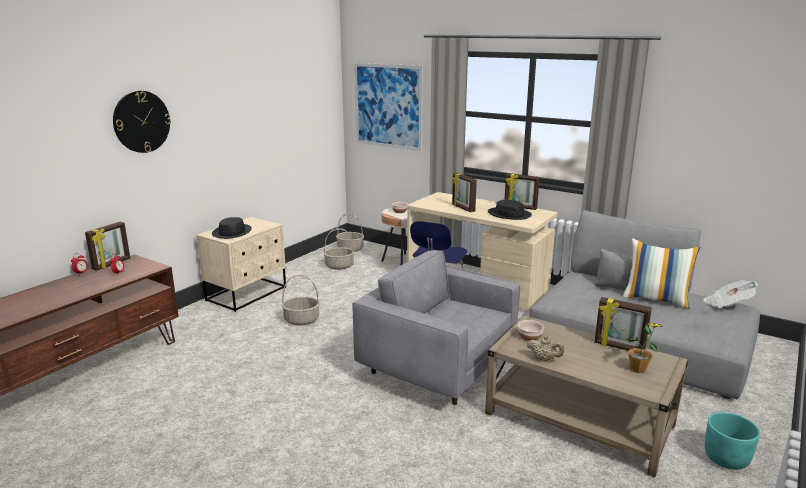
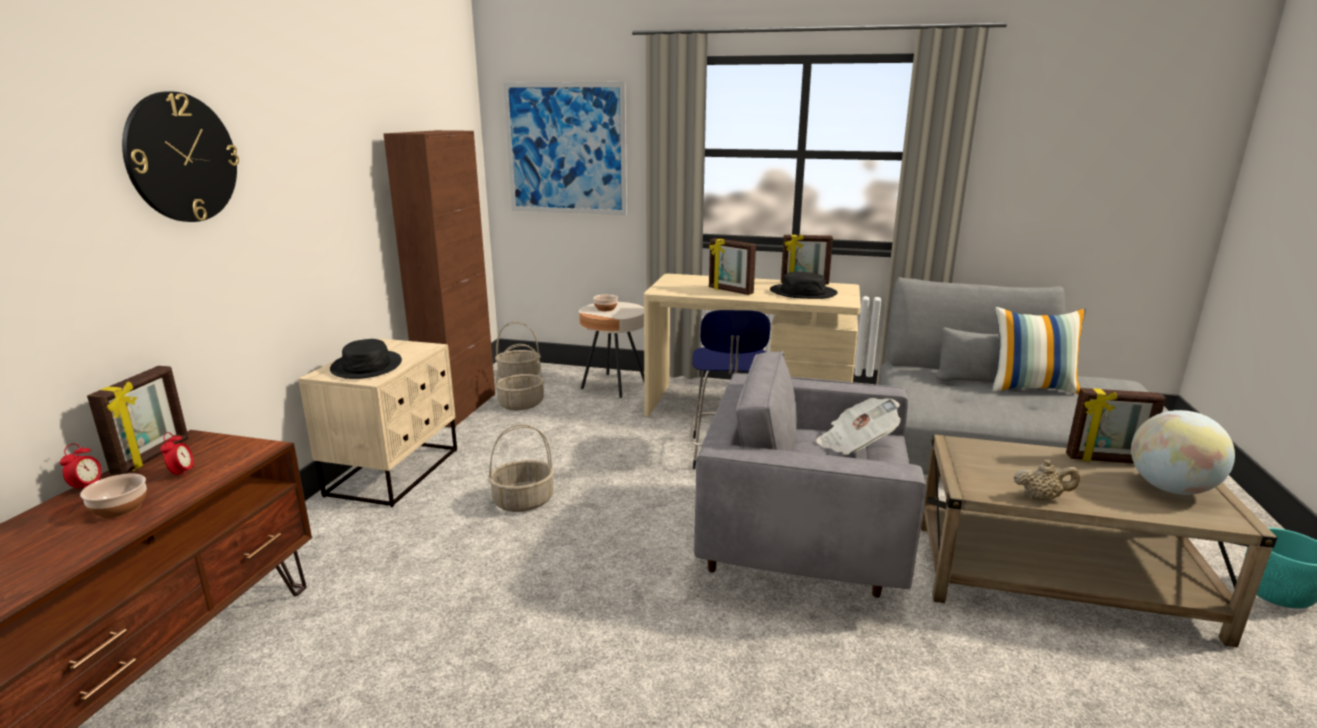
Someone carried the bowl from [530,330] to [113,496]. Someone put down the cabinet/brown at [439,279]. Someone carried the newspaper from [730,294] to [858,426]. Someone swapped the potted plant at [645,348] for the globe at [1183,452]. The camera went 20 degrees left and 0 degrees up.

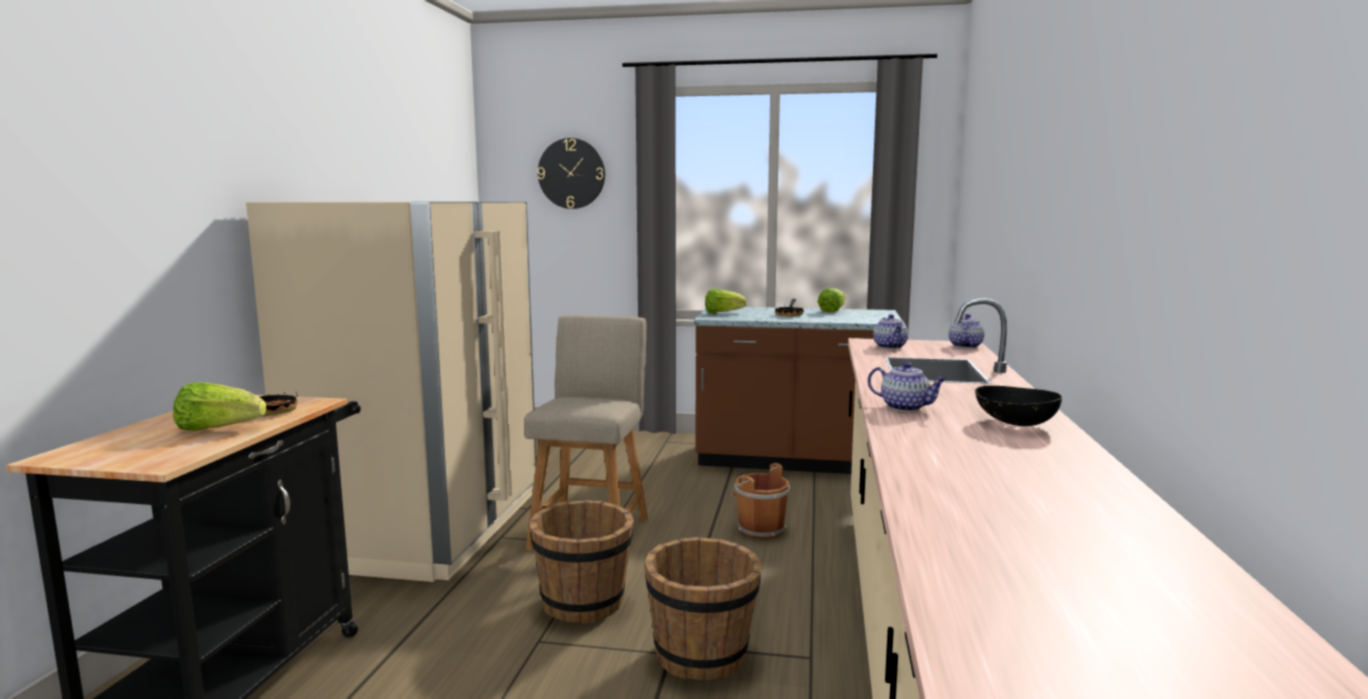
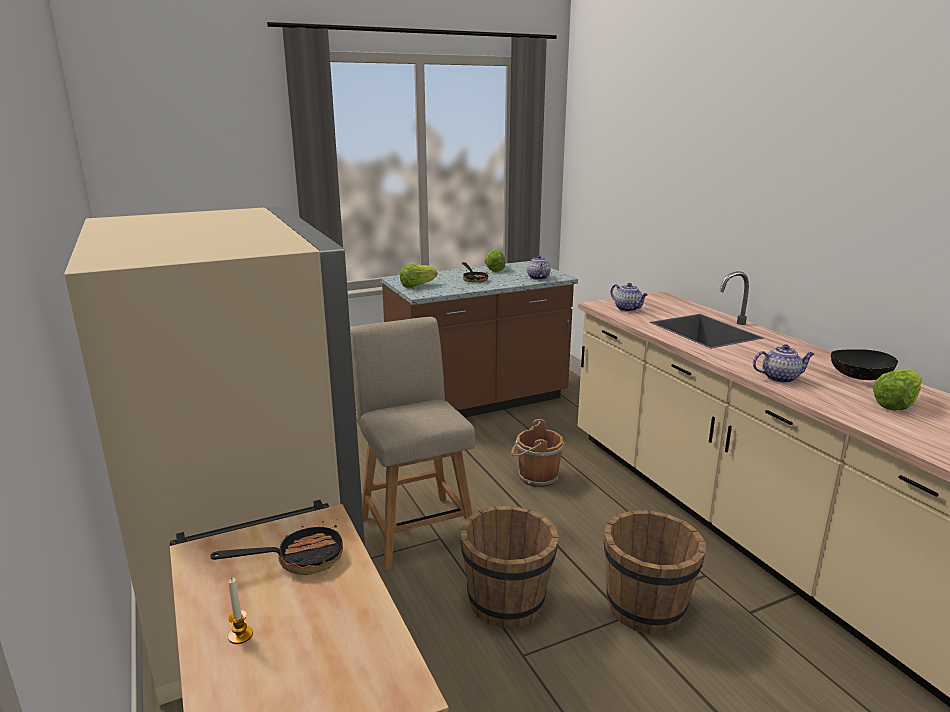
Someone put down the candle at [240,611]. Someone carried the teapot from [967,331] to [539,267]. Someone carried the lettuce from [219,406] to [897,390]. Someone took away the wall clock at [571,173]. The camera went 35 degrees left and 10 degrees up.

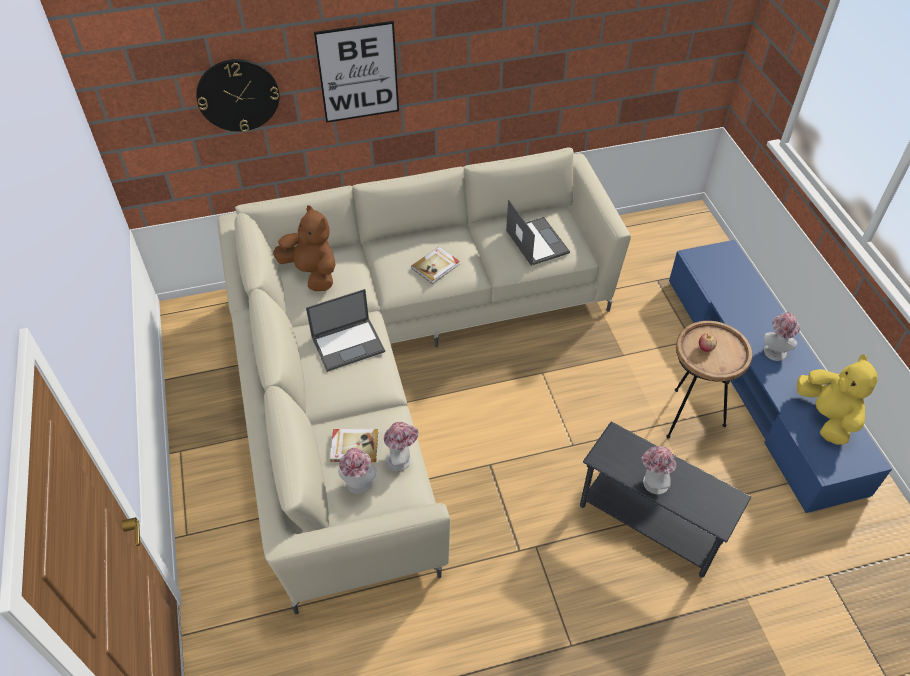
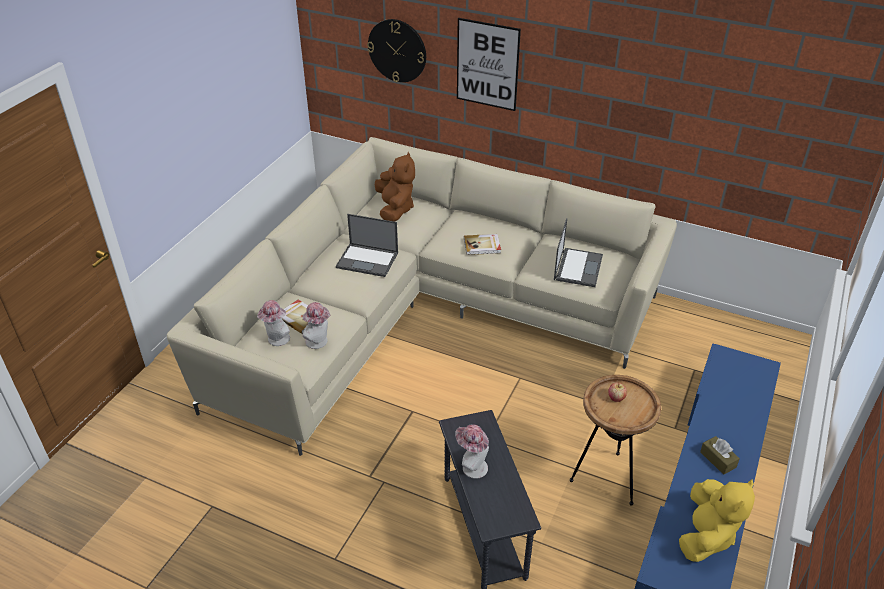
Someone swapped the hat at [782,336] for the tissue box/brown at [720,455]. The camera went 40 degrees right and 10 degrees down.

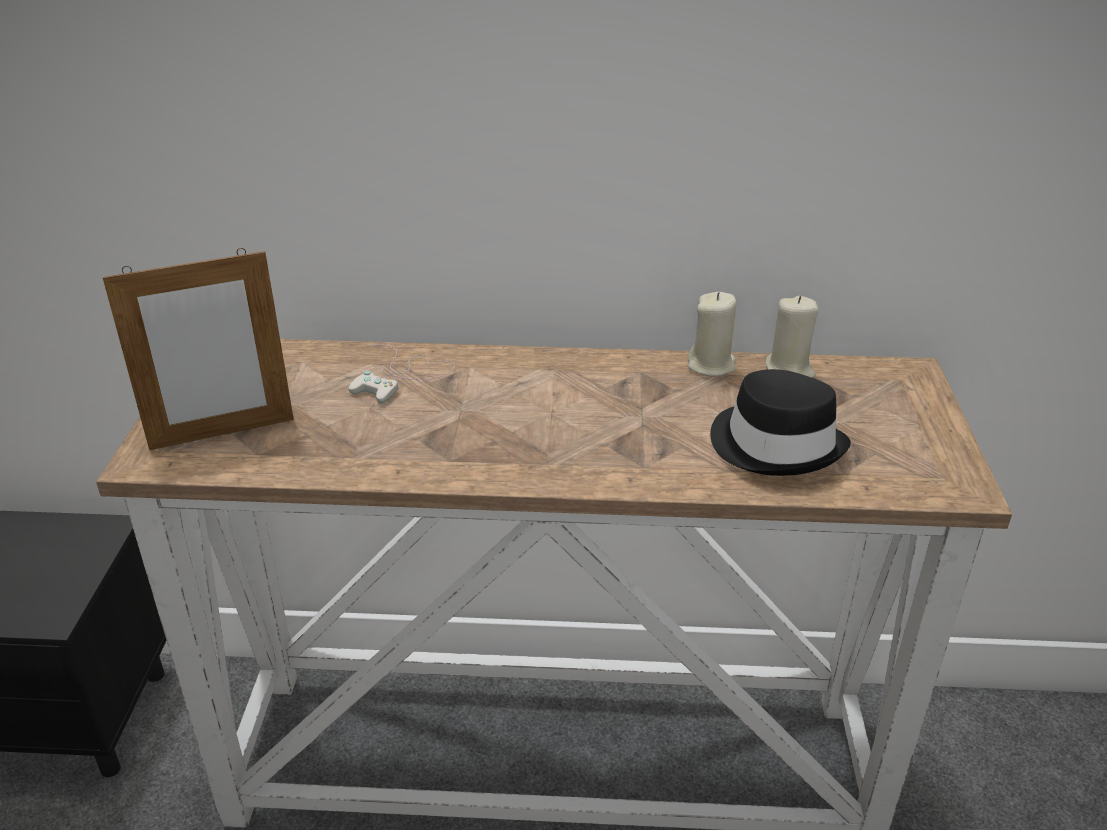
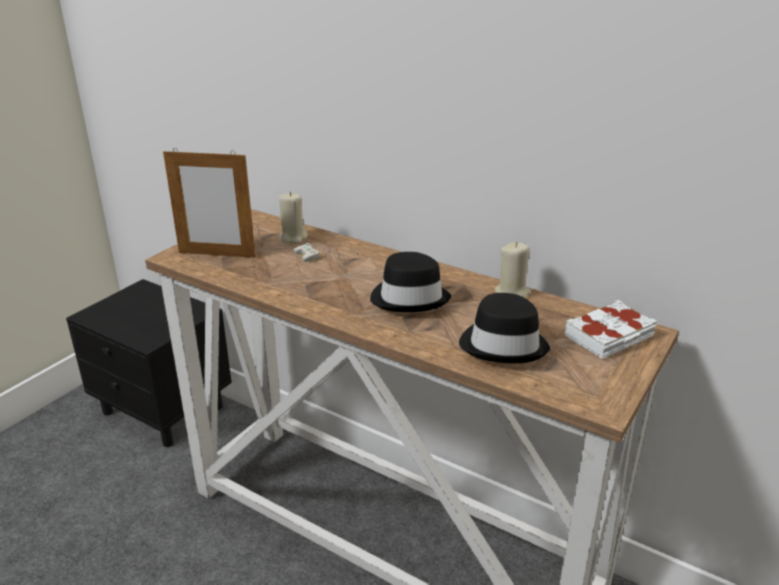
Someone carried the candle/beige from [792,337] to [293,218]. Someone put down the hat/black at [410,282]. Someone put down the book/white at [611,329]. The camera went 30 degrees right and 5 degrees down.

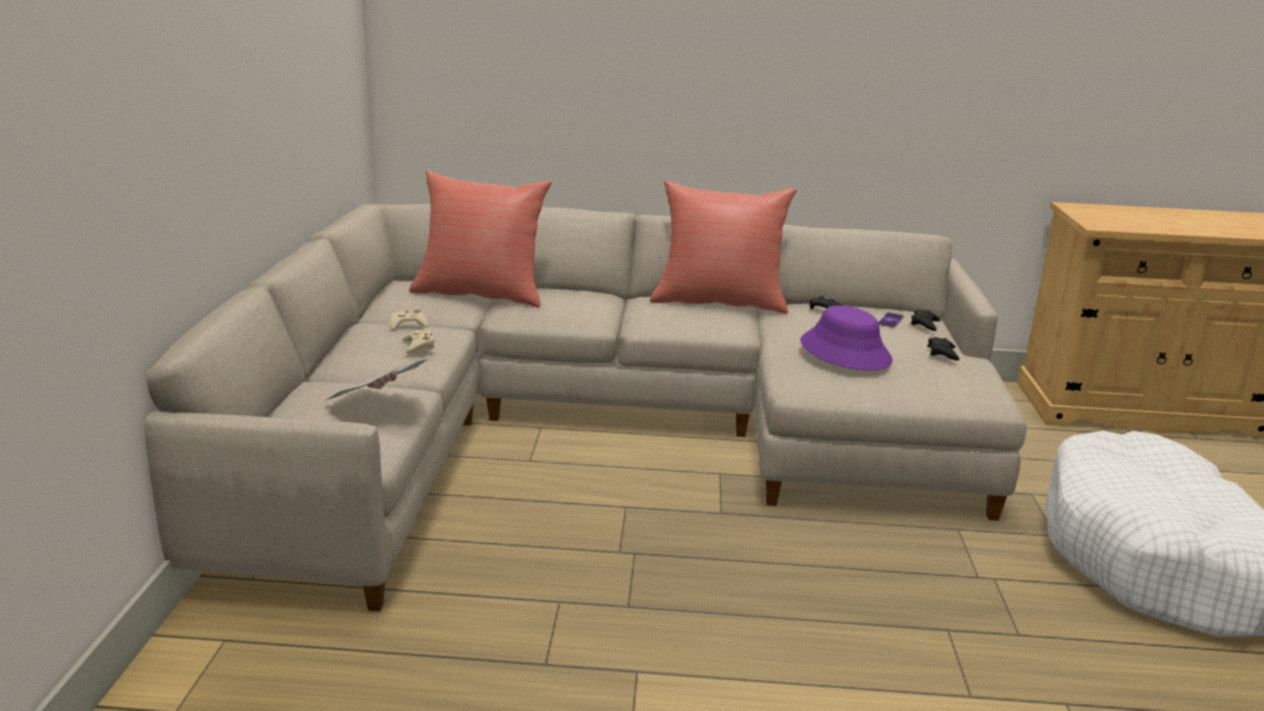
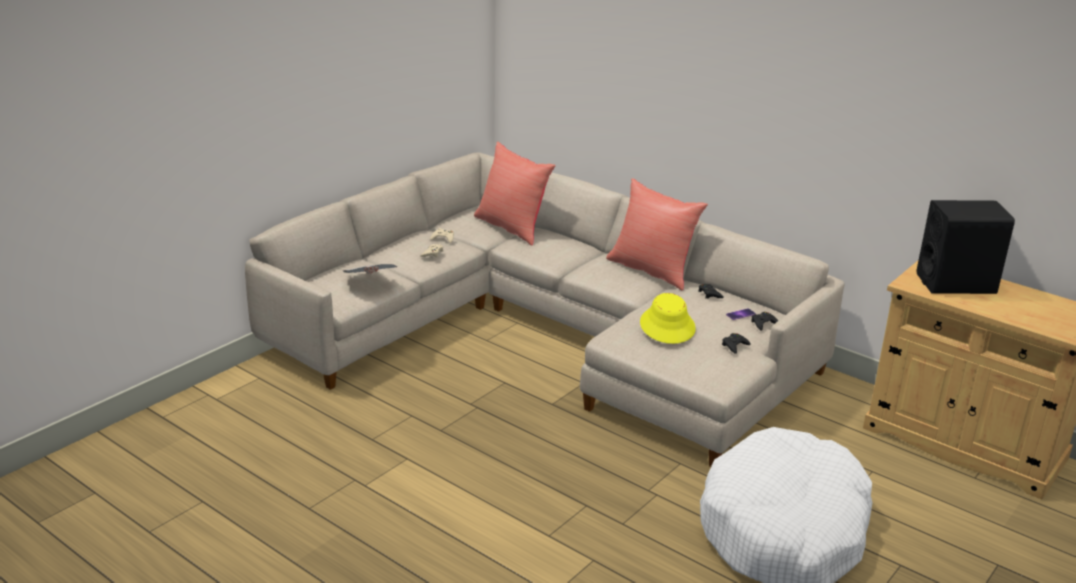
Someone repainted the hat/purple at [846,337], which became the hat/yellow at [668,318]. Someone put down the speaker/black at [965,247]. The camera went 35 degrees right and 5 degrees up.

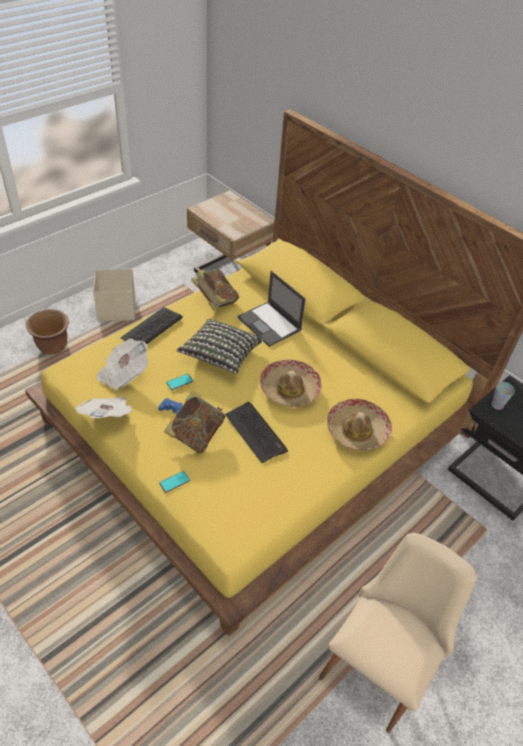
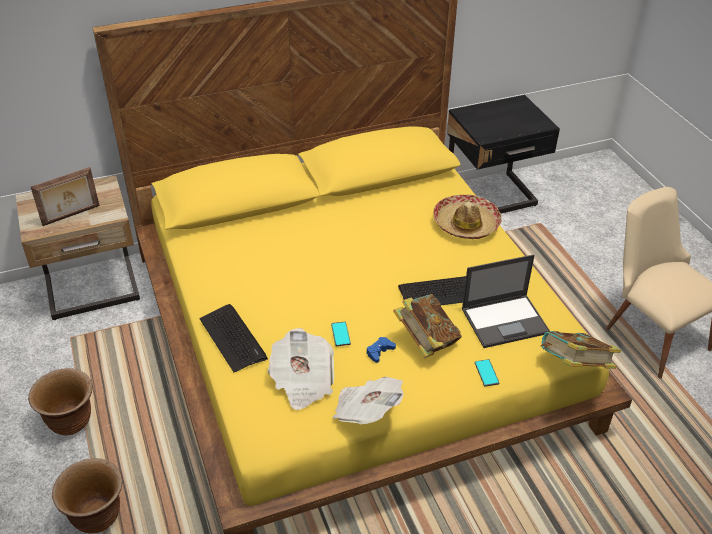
Someone swapped the storage box/beige at [114,295] for the planter/brown at [60,401]. Someone put down the picture frame at [65,196]. Someone carried the laptop from [272,309] to [506,301]. Someone carried the book from [215,290] to [581,350]. Someone took away the pillow at [220,346]. Someone took away the hat at [291,383]. Someone took away the cup at [503,396]. The camera went 65 degrees left and 5 degrees down.

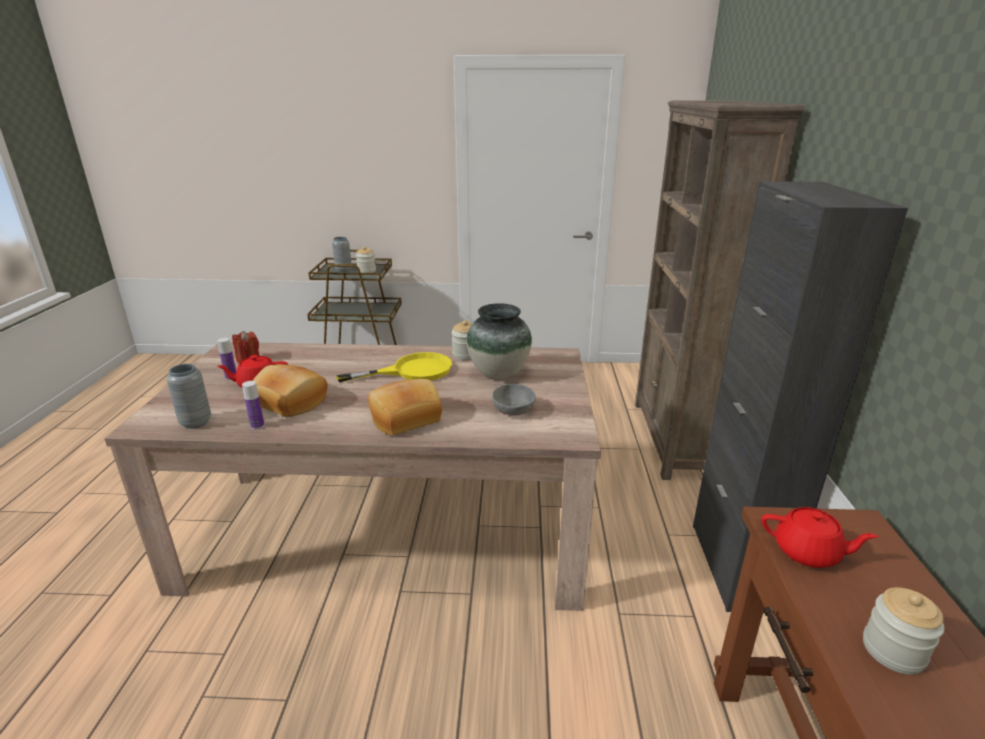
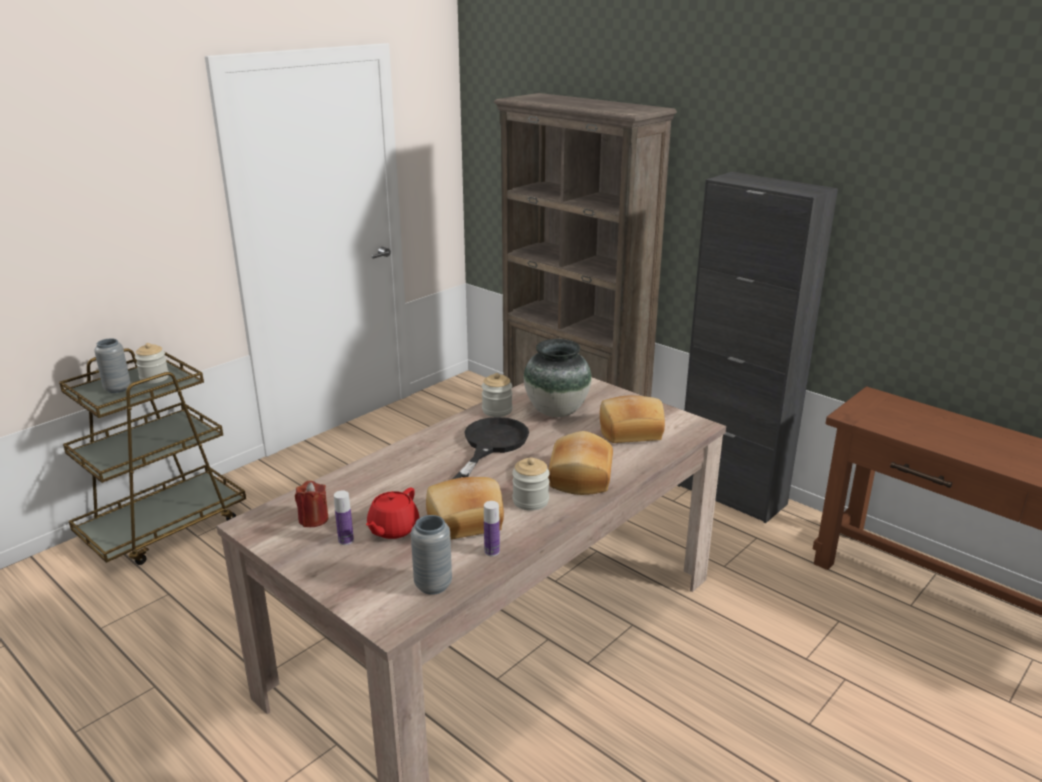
Someone repainted the frying pan/yellow at [394,367], which became the frying pan/black at [491,448]. Someone carried the jar from [904,630] to [531,484]. Someone swapped the bowl/grey at [514,400] for the bread at [632,419]. Someone took away the teapot/red at [819,537]. The camera went 50 degrees left and 0 degrees up.

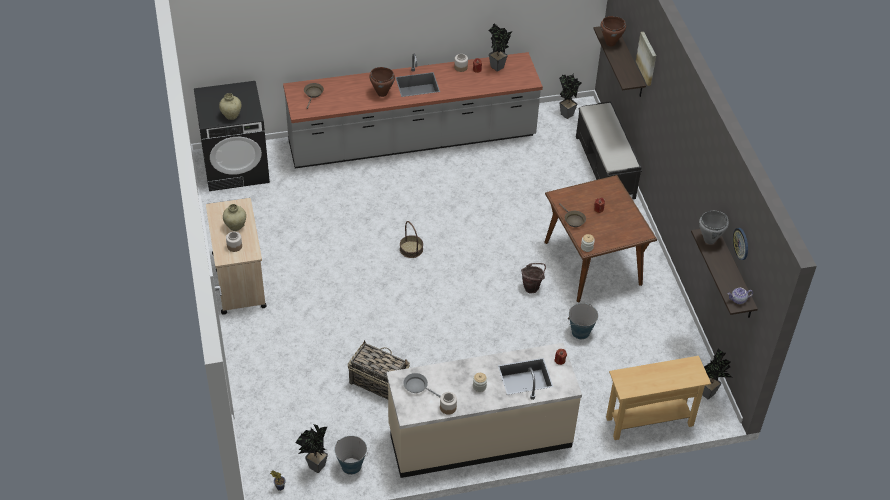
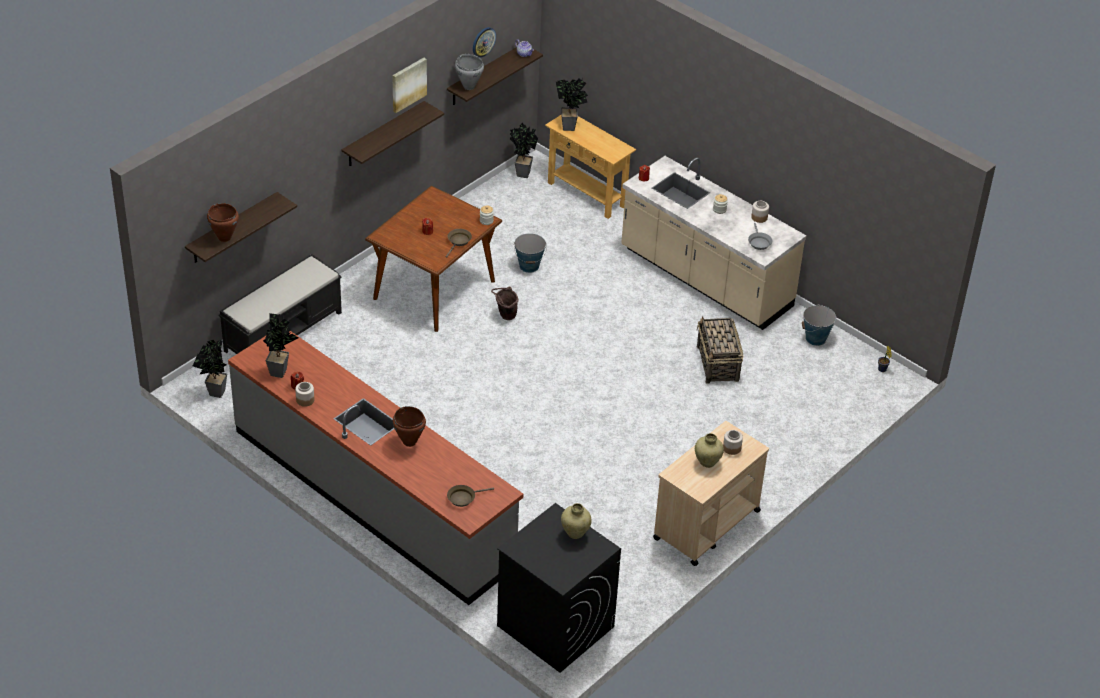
Someone put up the shelf at [393,133]. Someone carried the picture from [646,59] to [409,85]. Someone carried the potted plant from [311,448] to [572,104]. Someone took away the basket at [411,239]. The camera went 125 degrees left and 5 degrees down.

